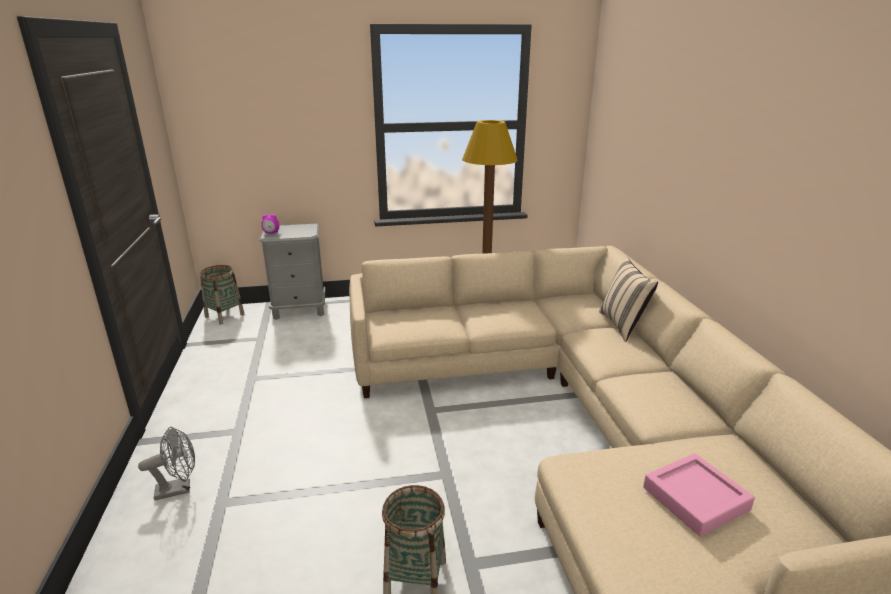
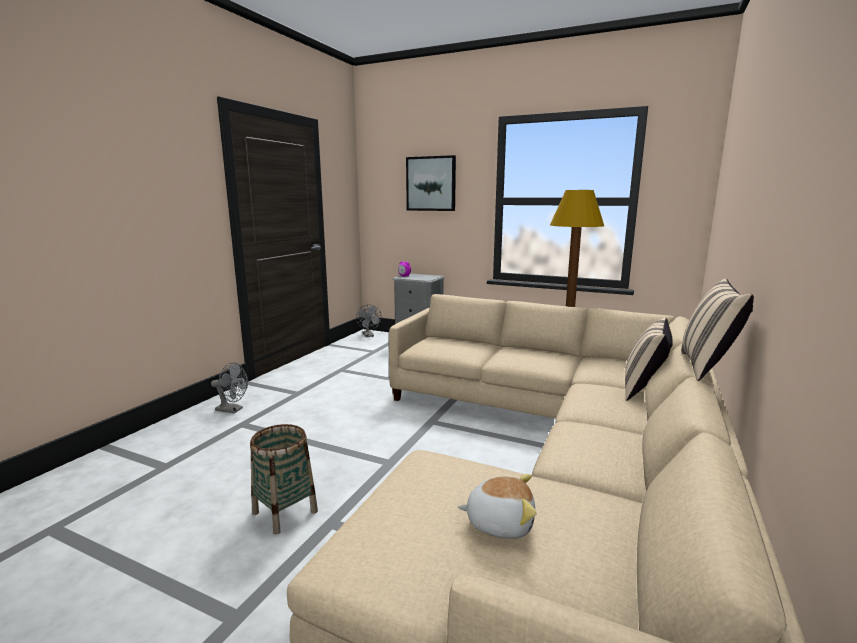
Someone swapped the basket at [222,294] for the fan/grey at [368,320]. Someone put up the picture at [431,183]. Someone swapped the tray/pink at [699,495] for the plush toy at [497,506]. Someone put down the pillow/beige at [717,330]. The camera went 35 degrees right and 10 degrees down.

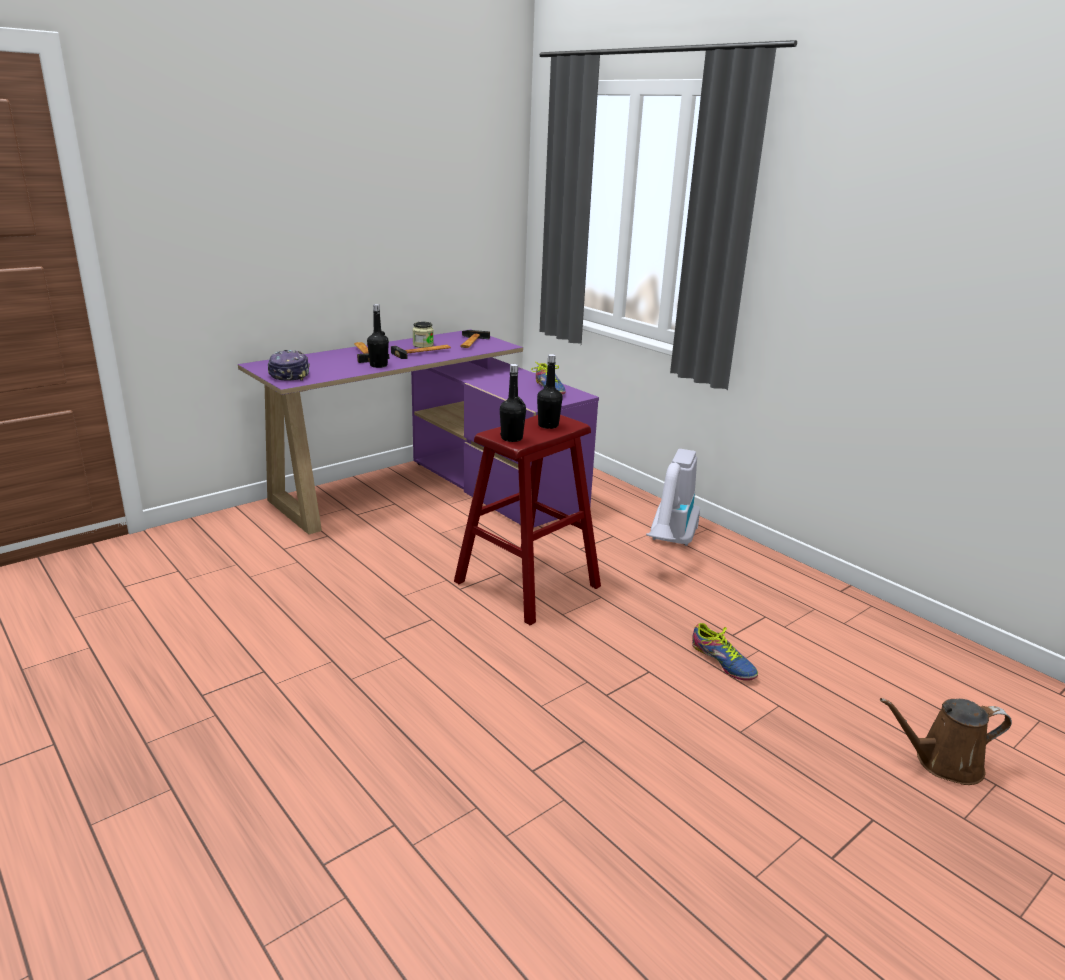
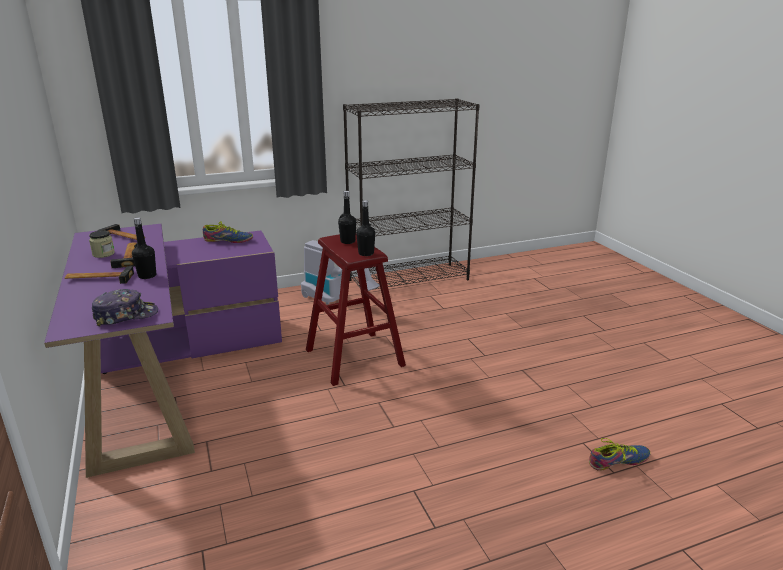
Someone rotated the cap at [289,365] by 150 degrees clockwise. Someone put down the bookcase/black at [411,193]. Someone carried the shoe from [725,652] to [619,454]. Someone took away the watering can/brown at [946,741]. The camera went 70 degrees left and 0 degrees up.

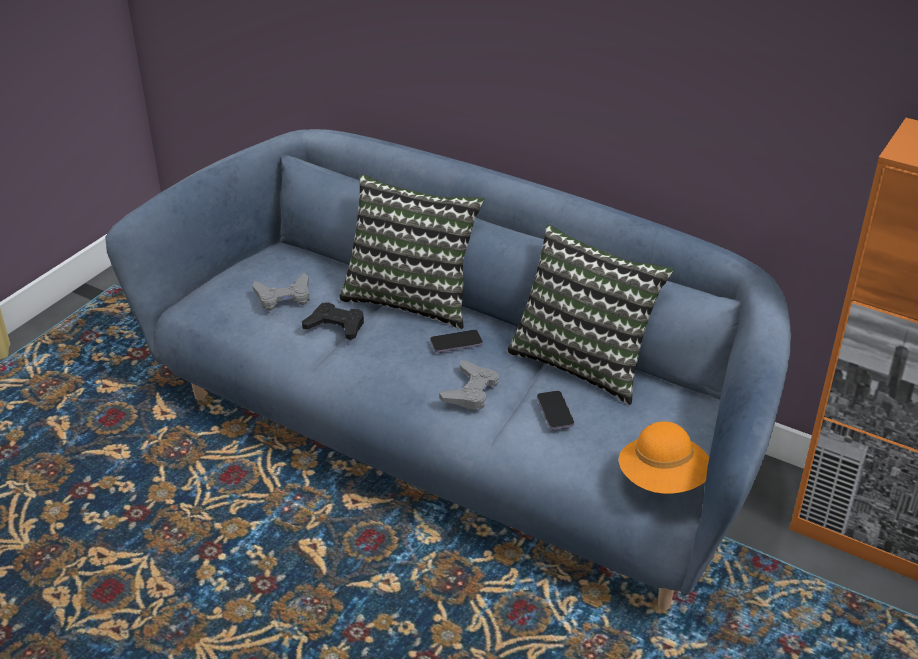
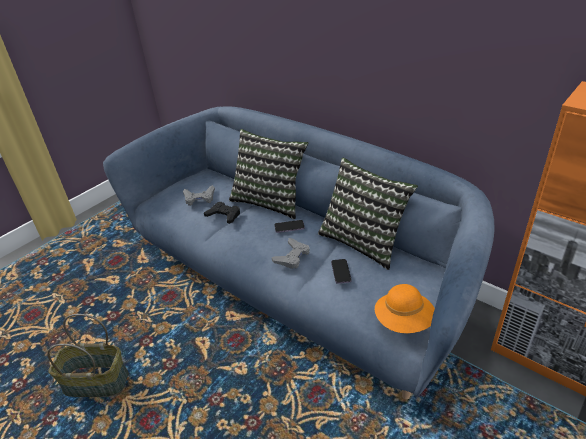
Someone put down the basket at [87,355]. The camera went 10 degrees right and 0 degrees up.

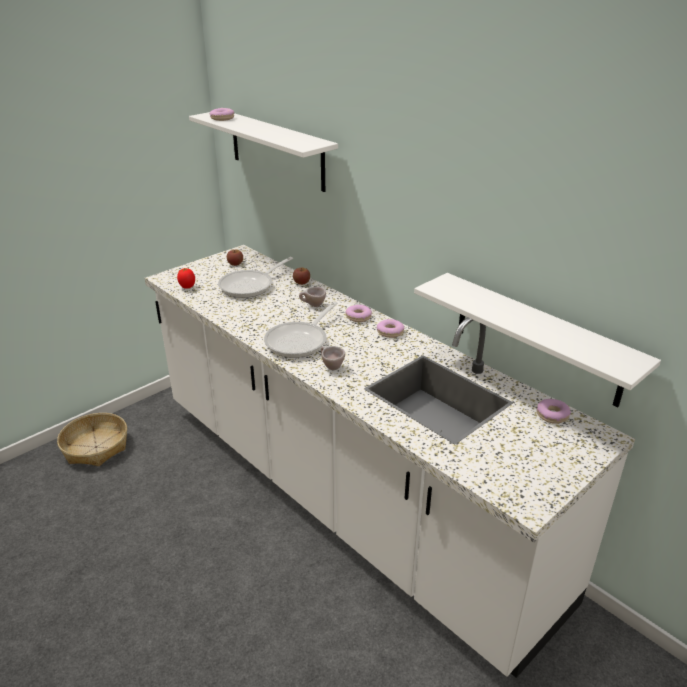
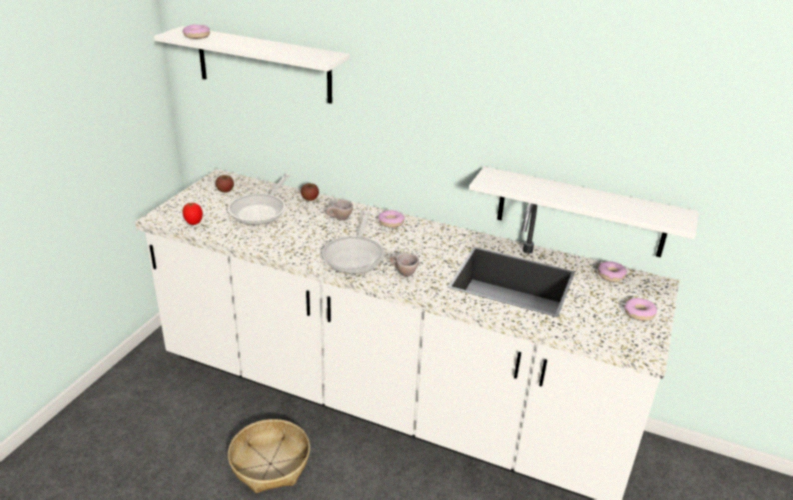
Someone carried the basket from [92,439] to [269,456]. Someone carried the donut from [390,328] to [640,309]. The camera went 25 degrees left and 0 degrees up.

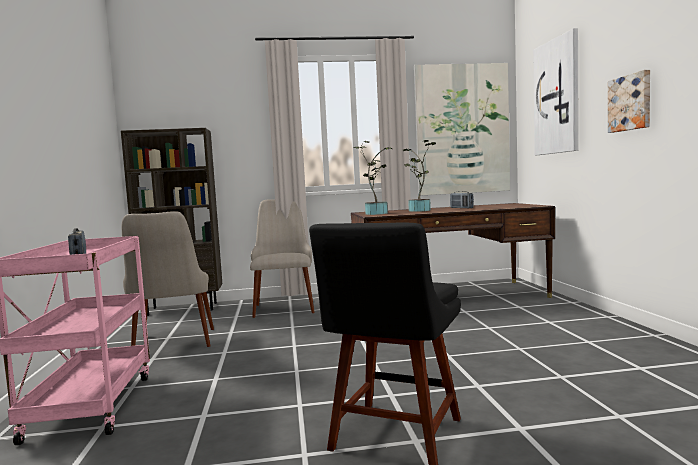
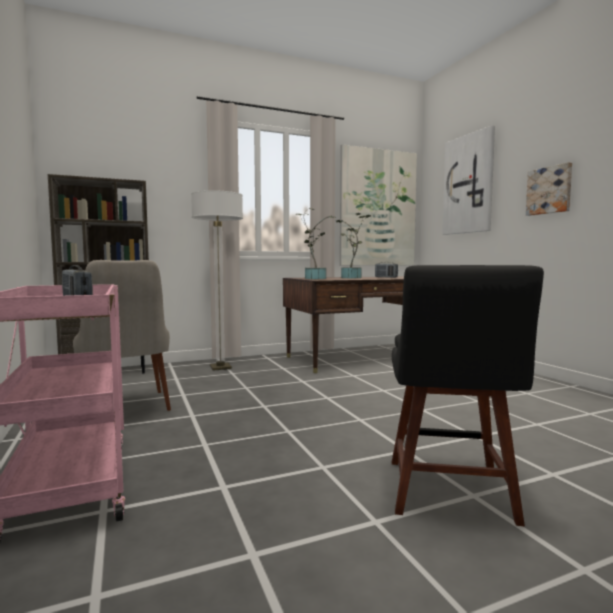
Someone swapped the chair/beige at [282,259] for the floor lamp at [217,280]. The camera went 15 degrees left and 0 degrees up.

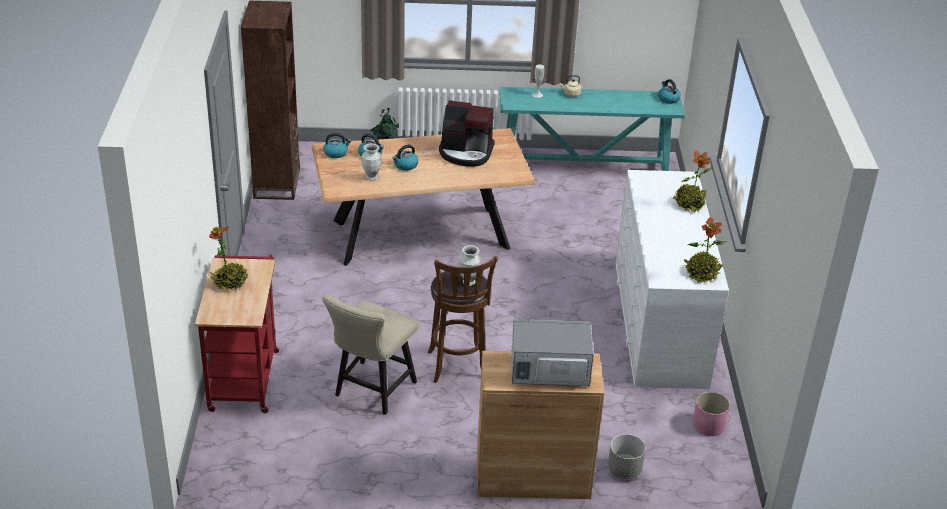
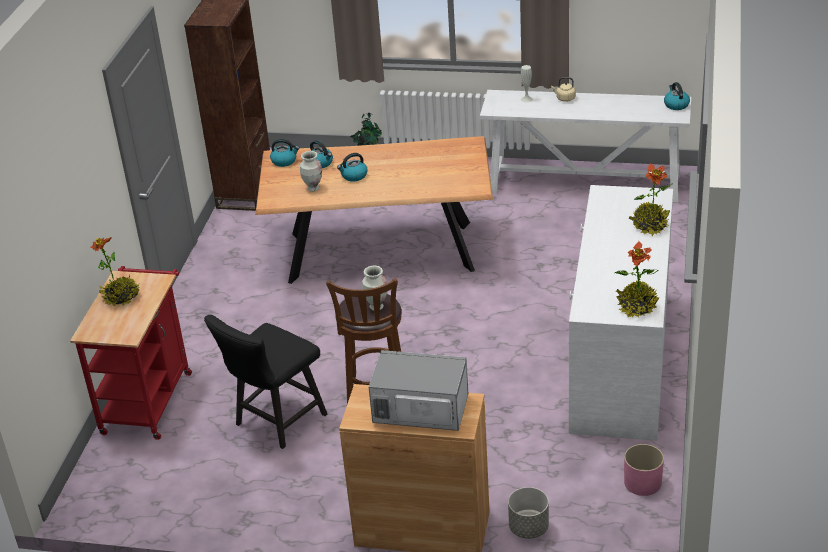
Someone repainted the chair/beige at [371,355], which became the chair/black at [265,382]. Someone repainted the console table/turquoise at [592,129], which became the console table/white at [585,146]. Someone took away the coffee machine at [467,133]. The camera went 15 degrees right and 0 degrees up.

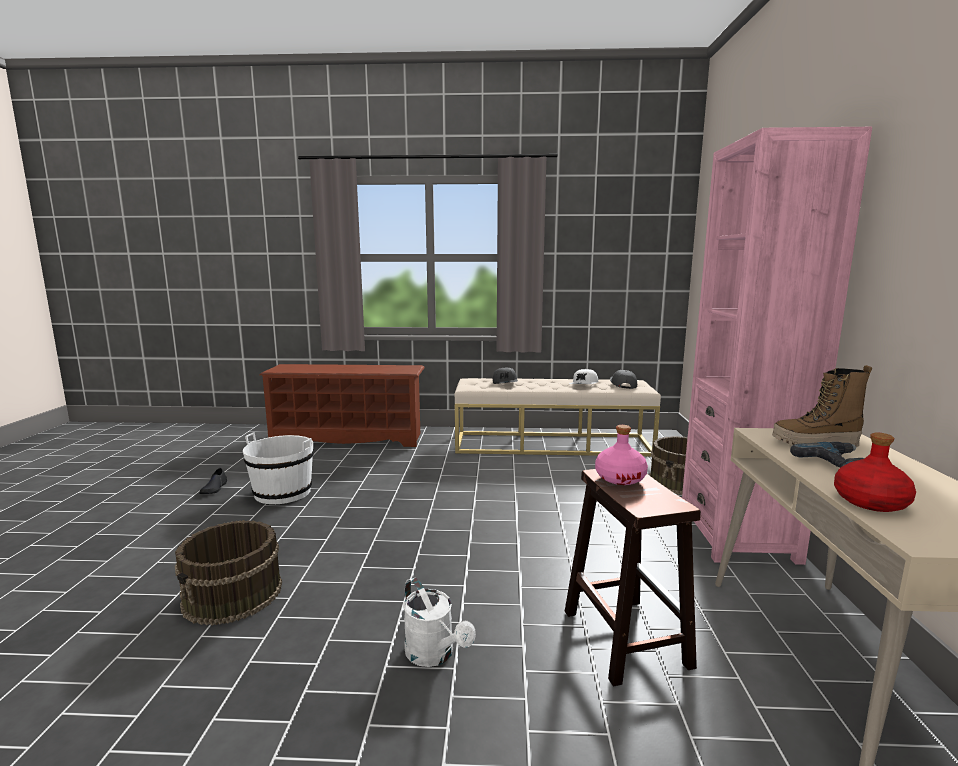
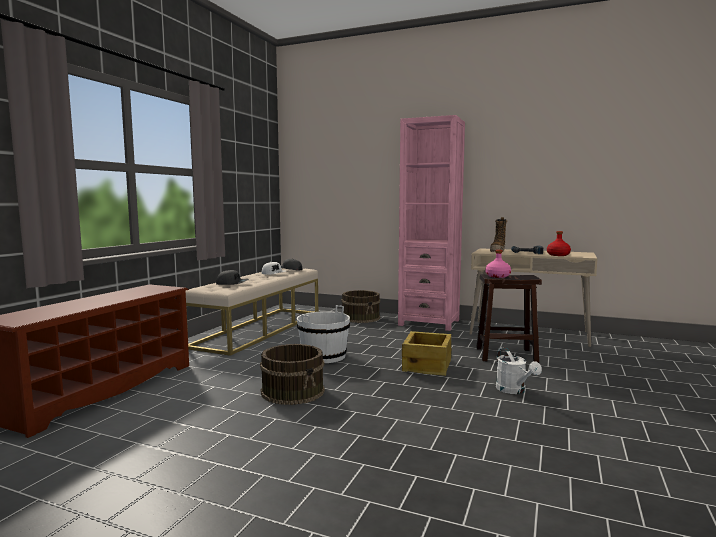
Someone carried the bucket/brown from [228,573] to [292,374]. Someone carried the bucket/white from [278,468] to [323,334]. Someone put down the crate at [426,353]. Someone rotated the watering can/white at [439,622] by 90 degrees clockwise. Someone took away the shoe/black at [213,481]. The camera went 70 degrees left and 5 degrees down.

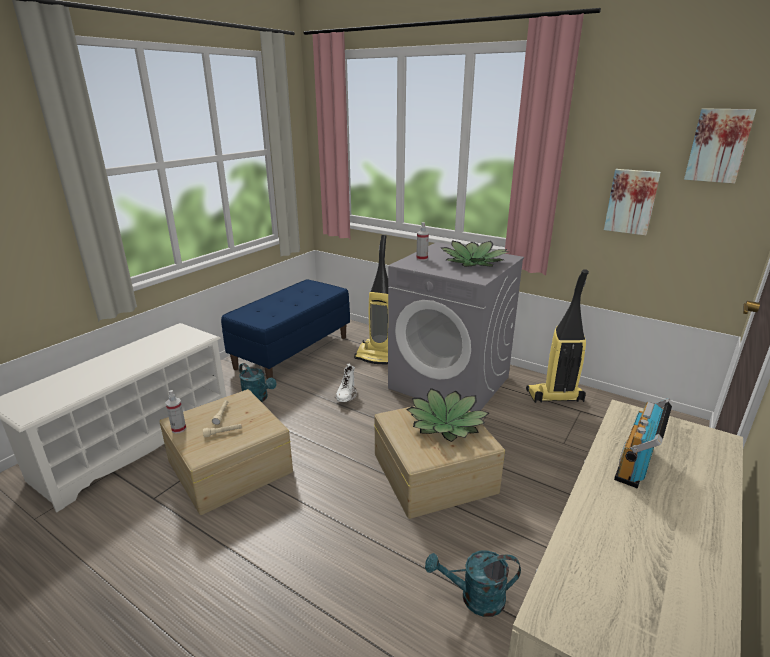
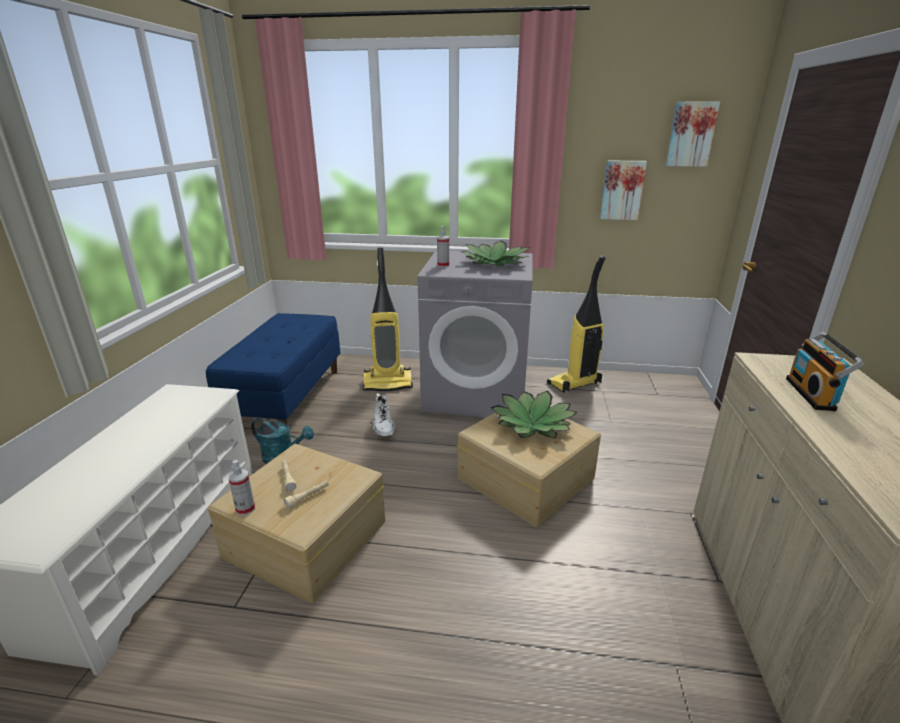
Someone took away the watering can/turquoise at [473,583]. The camera went 25 degrees left and 0 degrees up.

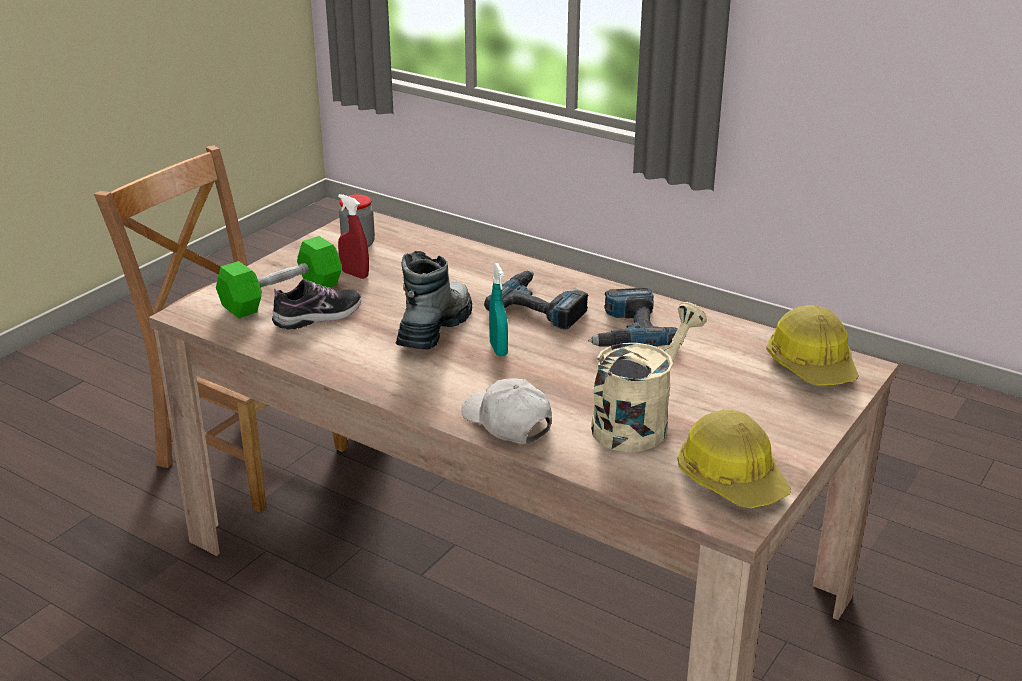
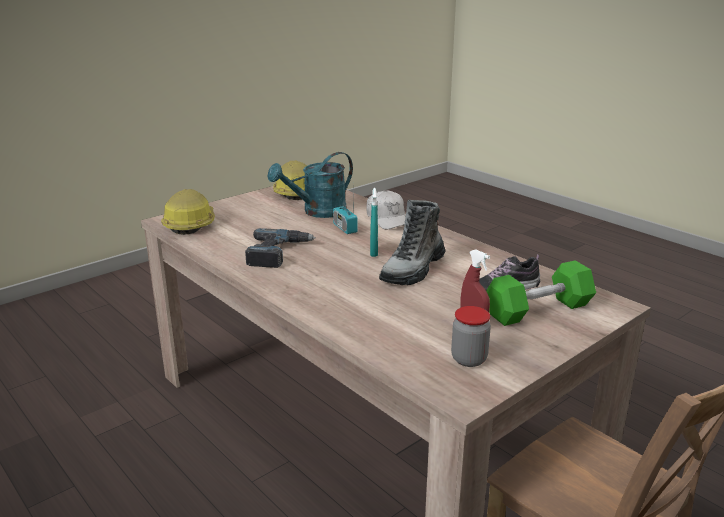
Someone repainted the watering can/beige at [649,377], which became the watering can/turquoise at [310,185]. Someone put down the radio at [345,208]. Someone took away the power drill at [536,299]. The camera went 165 degrees left and 5 degrees down.

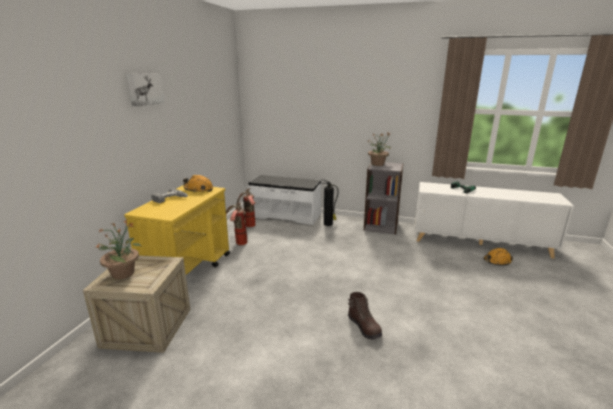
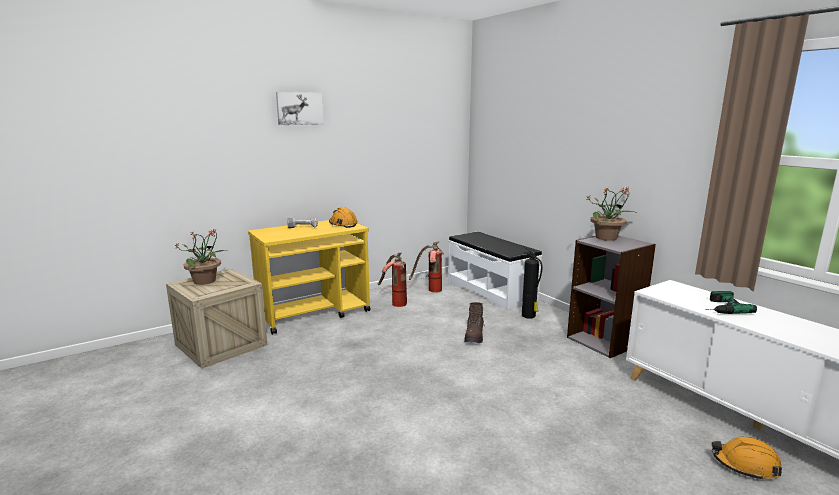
Someone carried the boot/brown from [365,316] to [474,322]. The camera went 40 degrees right and 5 degrees down.

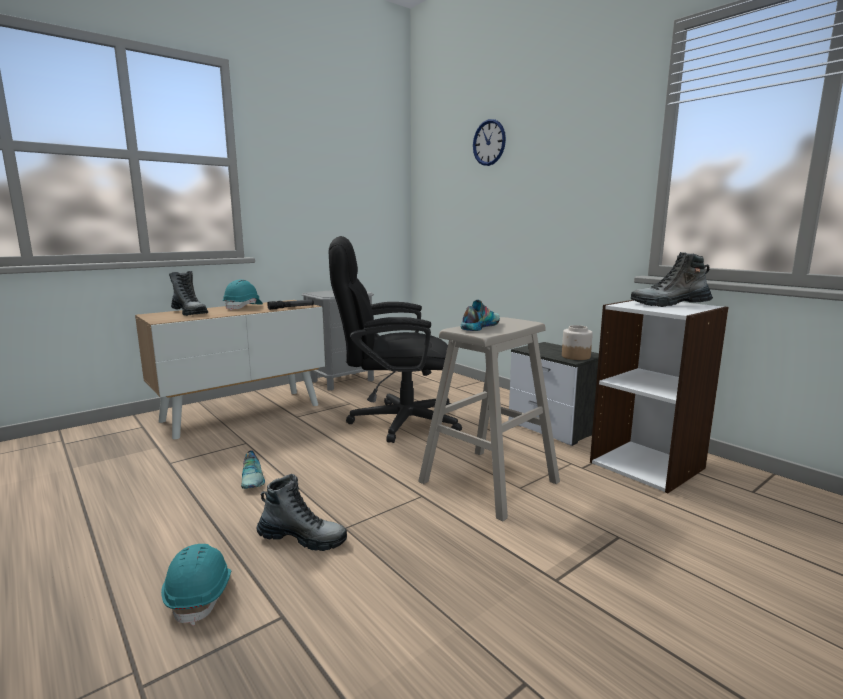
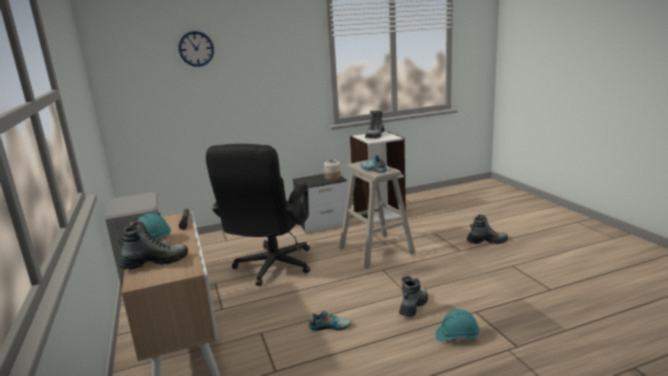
Someone put down the boot at [487,229]. The camera went 70 degrees left and 5 degrees up.

